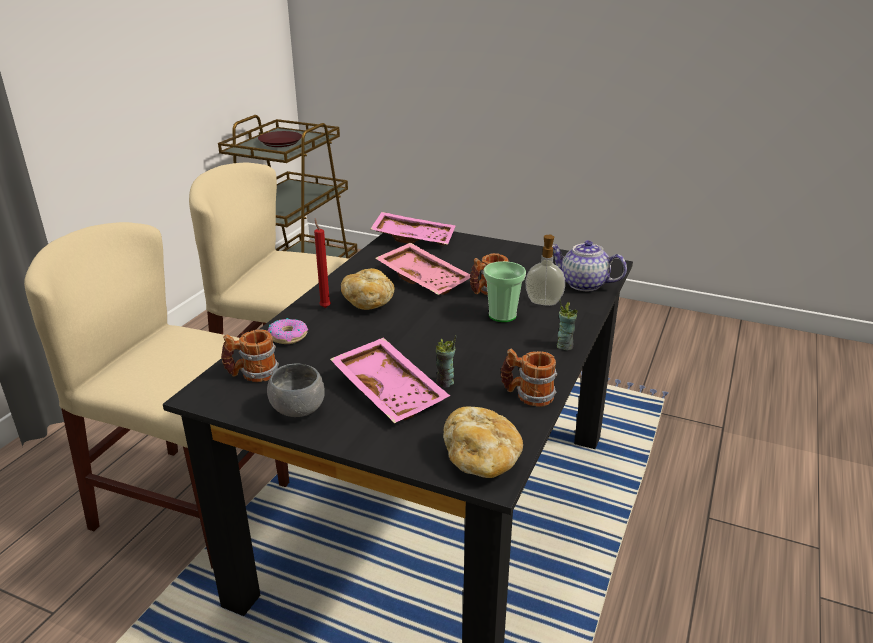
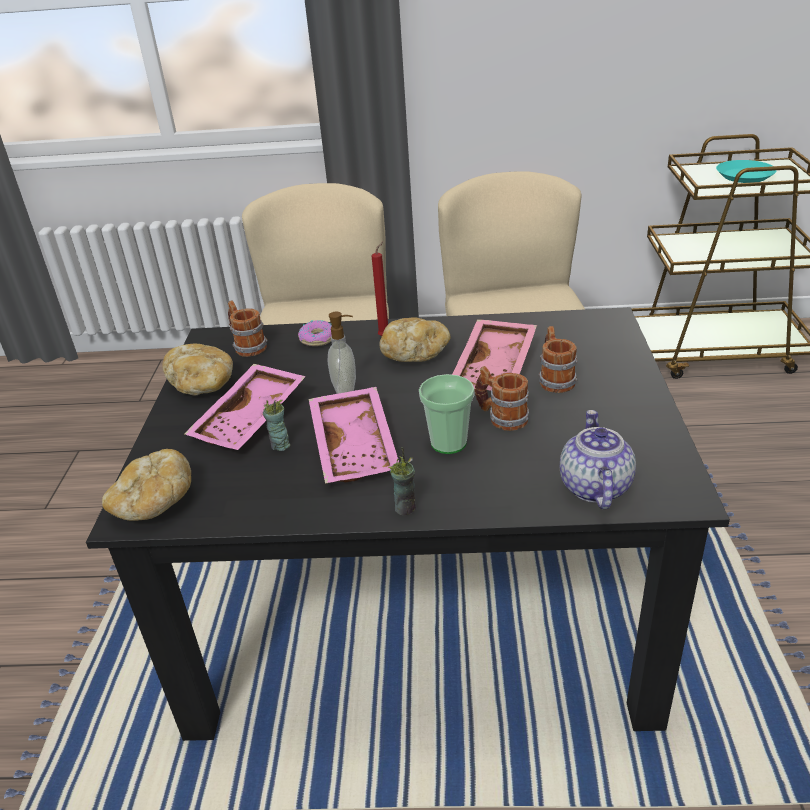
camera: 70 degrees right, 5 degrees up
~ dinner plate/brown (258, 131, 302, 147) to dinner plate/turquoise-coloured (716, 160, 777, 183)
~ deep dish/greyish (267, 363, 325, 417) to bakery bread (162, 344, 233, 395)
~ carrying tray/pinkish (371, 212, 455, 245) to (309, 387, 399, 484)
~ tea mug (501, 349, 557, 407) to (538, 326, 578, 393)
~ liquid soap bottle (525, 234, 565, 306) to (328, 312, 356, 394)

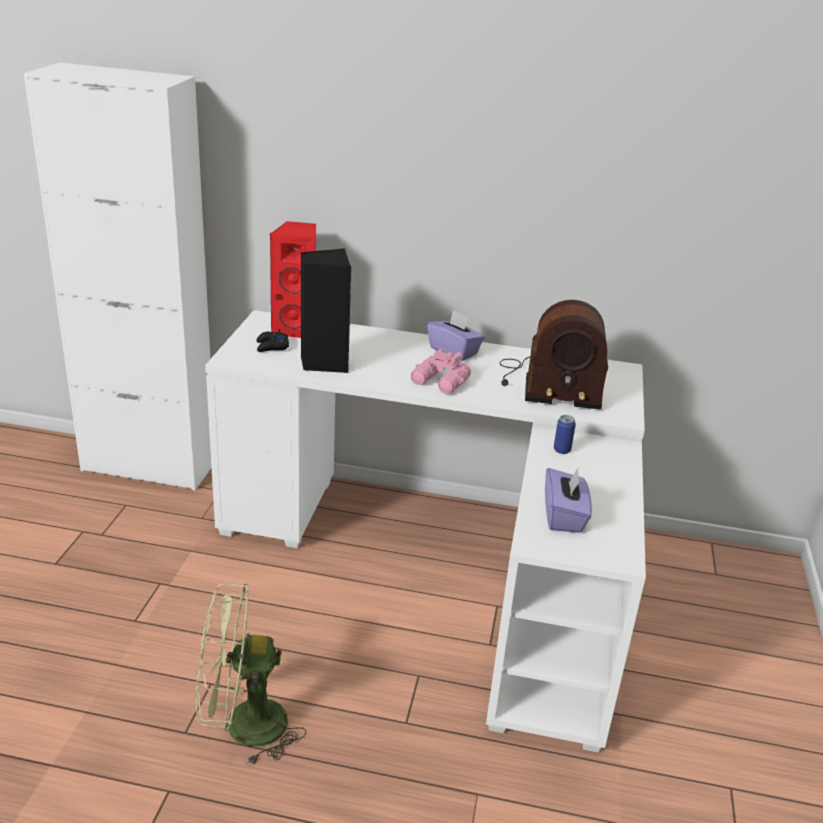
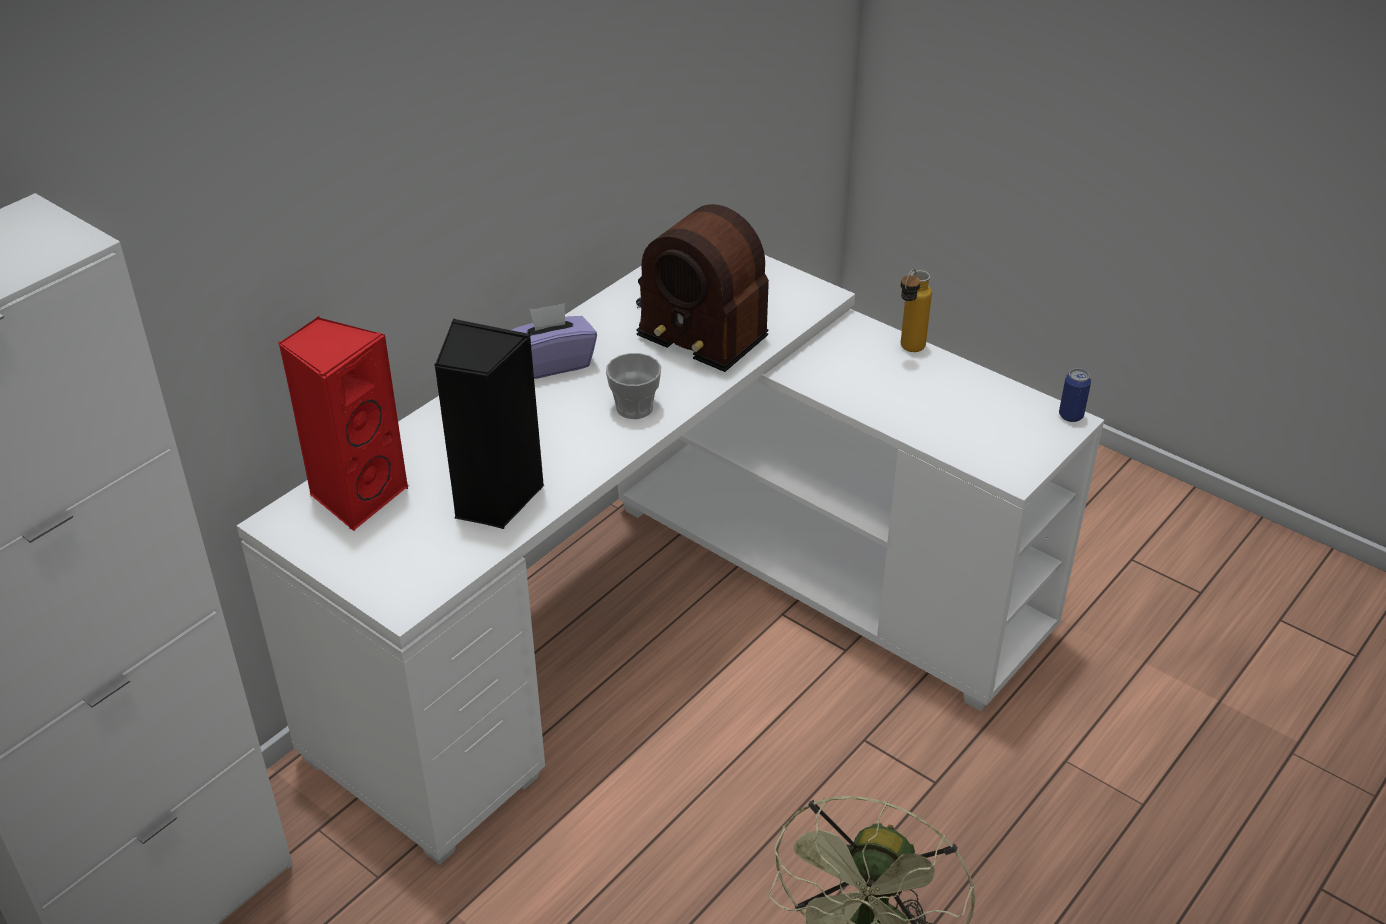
camera: 60 degrees left, 10 degrees up
- joypad/black (257, 329, 289, 352)
~ binoculars/pinkish (411, 349, 471, 394) to cup (606, 353, 661, 419)
~ radio (500, 300, 608, 410) = (636, 204, 769, 372) 90 degrees clockwise
- tissue holder/purple (545, 468, 592, 533)
~ can (554, 415, 576, 454) to (1059, 368, 1091, 422)
+ drink bottle (901, 269, 932, 352)

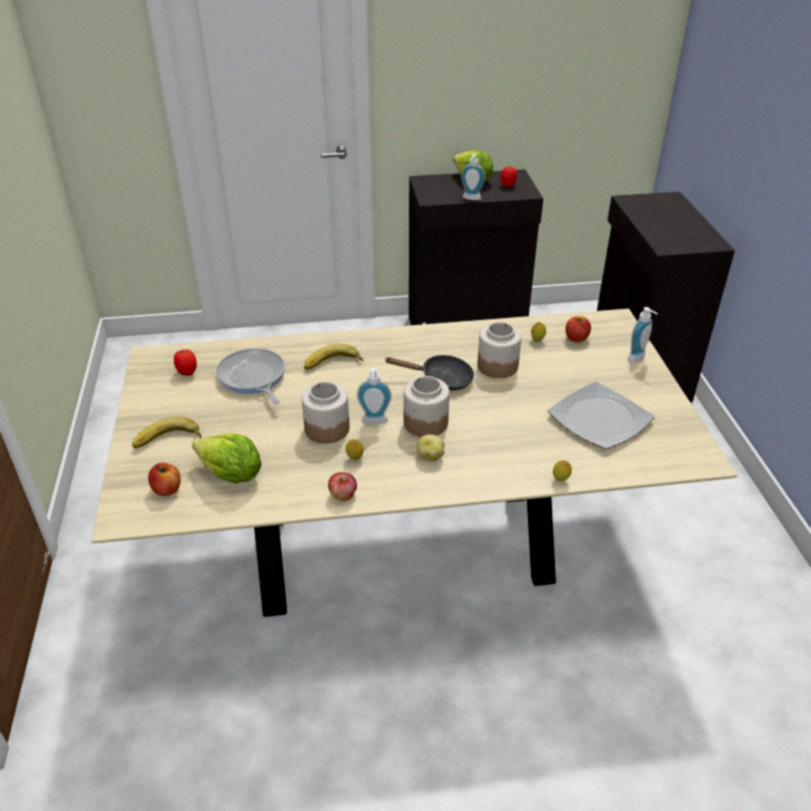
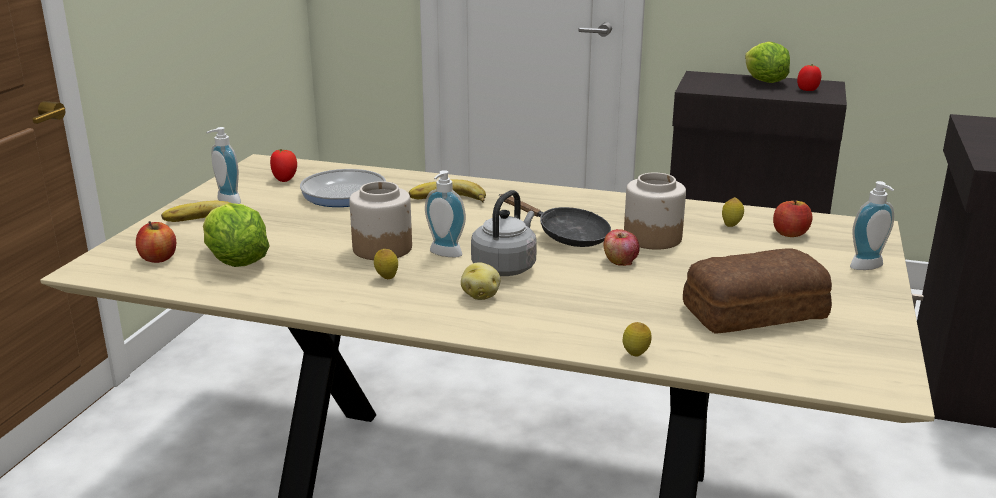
camera: 25 degrees right, 15 degrees down
~ frying pan (216, 348, 285, 404) = (300, 169, 386, 207) 45 degrees counterclockwise
~ whole apple (328, 472, 357, 501) to (603, 229, 640, 266)
~ jar (404, 376, 449, 437) to tea kettle/greyish (471, 190, 537, 276)
~ liquid soap bottle (461, 154, 485, 200) to (206, 127, 241, 204)
~ dinner plate (548, 381, 654, 449) to bakery bread (683, 249, 832, 334)

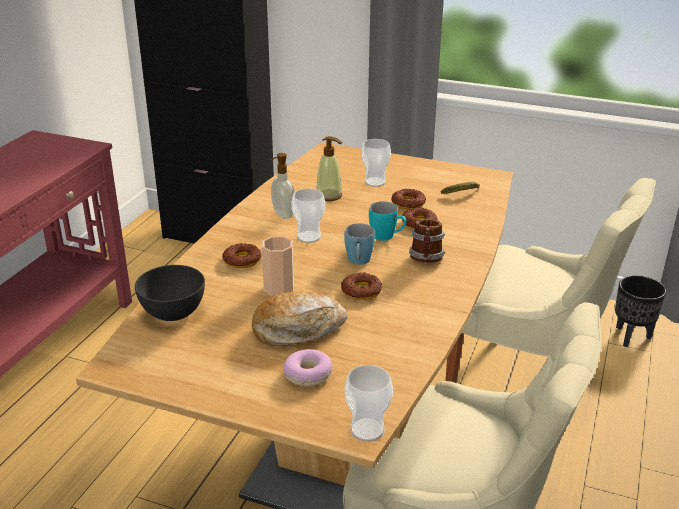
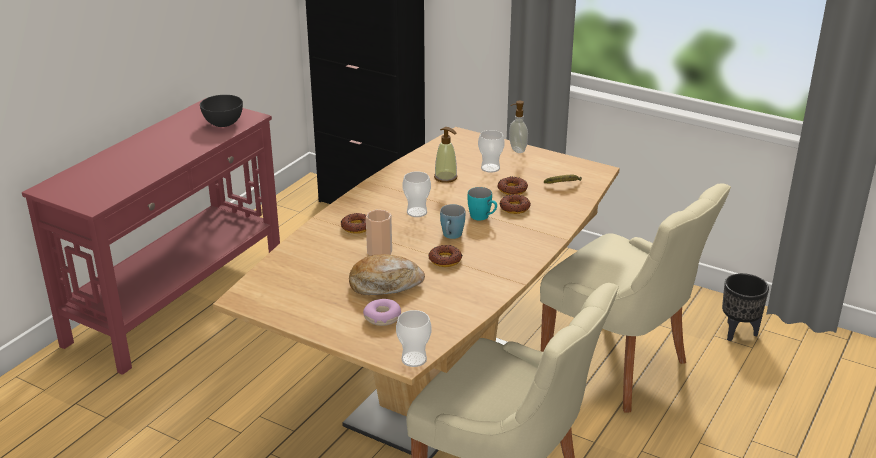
camera: 10 degrees right, 0 degrees up
~ deep dish/greyish (135, 265, 205, 321) to (200, 95, 243, 127)
~ liquid soap bottle (270, 153, 295, 219) to (509, 101, 528, 153)
- tea mug (409, 219, 445, 263)

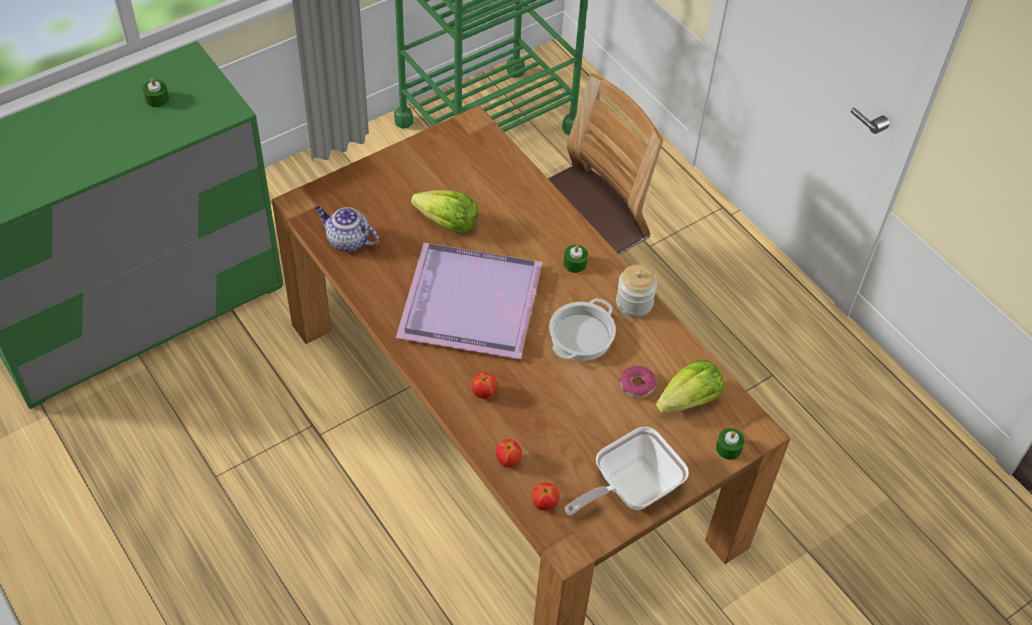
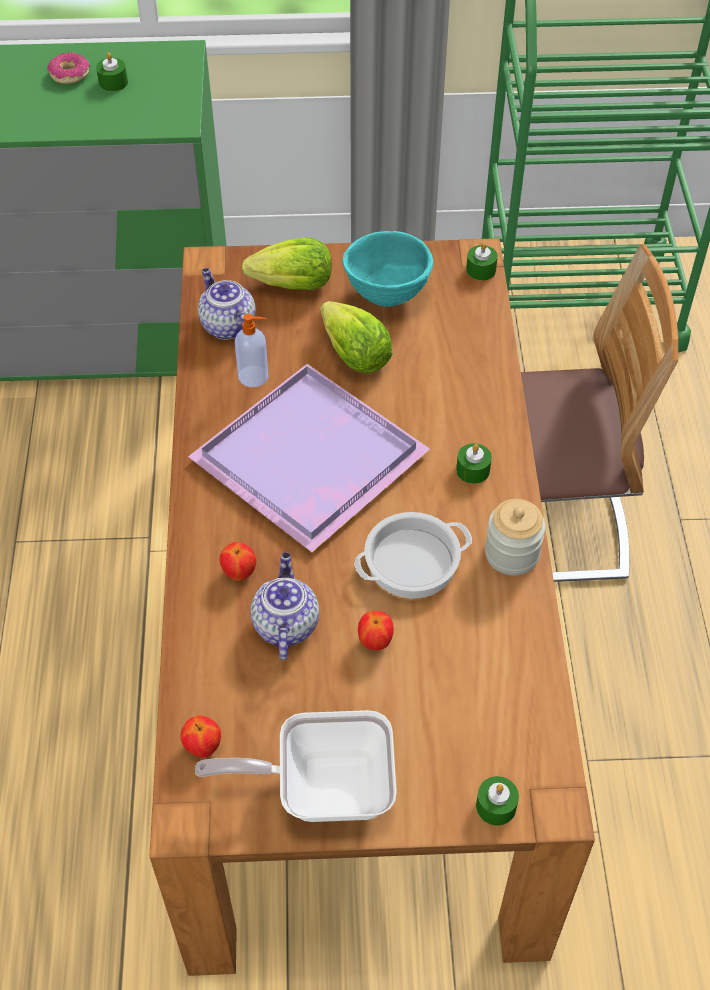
camera: 35 degrees right, 0 degrees up
~ whole apple (496, 439, 522, 468) to (358, 611, 394, 650)
~ doughnut (619, 366, 656, 398) to (47, 52, 90, 84)
~ head of lettuce (656, 360, 723, 413) to (242, 238, 332, 290)
+ liquid soap bottle (235, 314, 268, 387)
+ teapot (250, 552, 319, 660)
+ deep dish/turquoise-coloured (342, 231, 433, 307)
+ candle/green-coloured (466, 243, 498, 280)

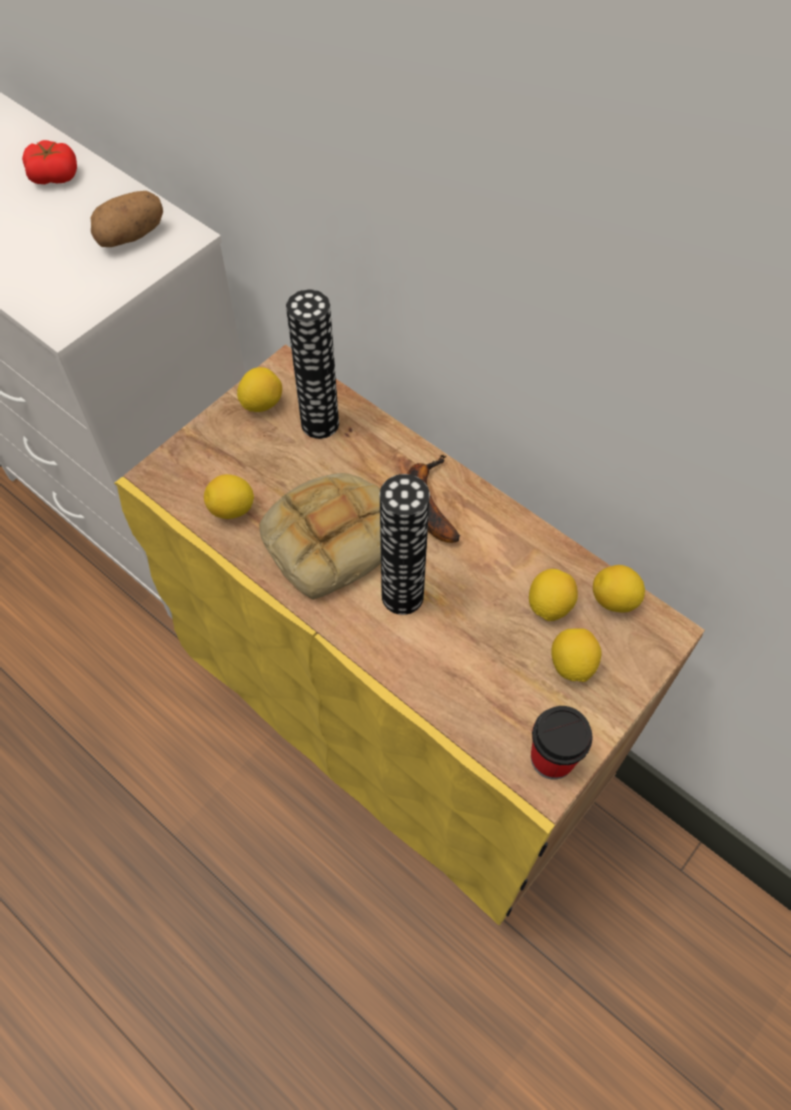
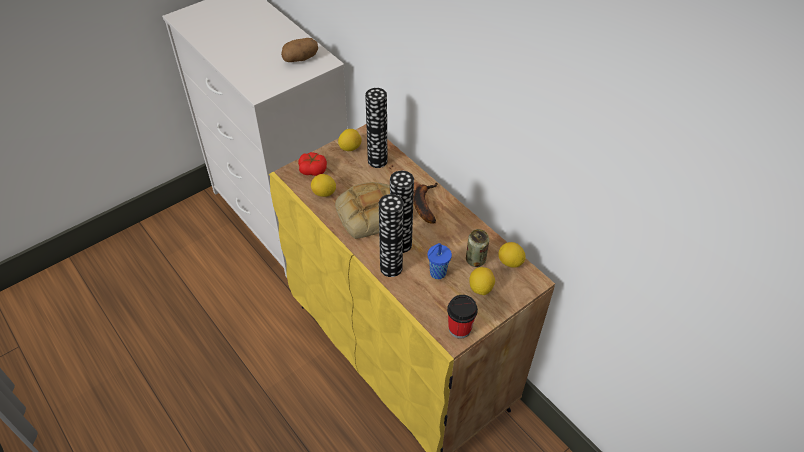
camera: 10 degrees right, 10 degrees down
~ tomato (22, 140, 77, 184) to (298, 152, 327, 176)
~ whole lemon (529, 569, 578, 621) to can (466, 229, 489, 267)
+ decorative vase (379, 194, 404, 277)
+ cup/blue (428, 243, 452, 279)

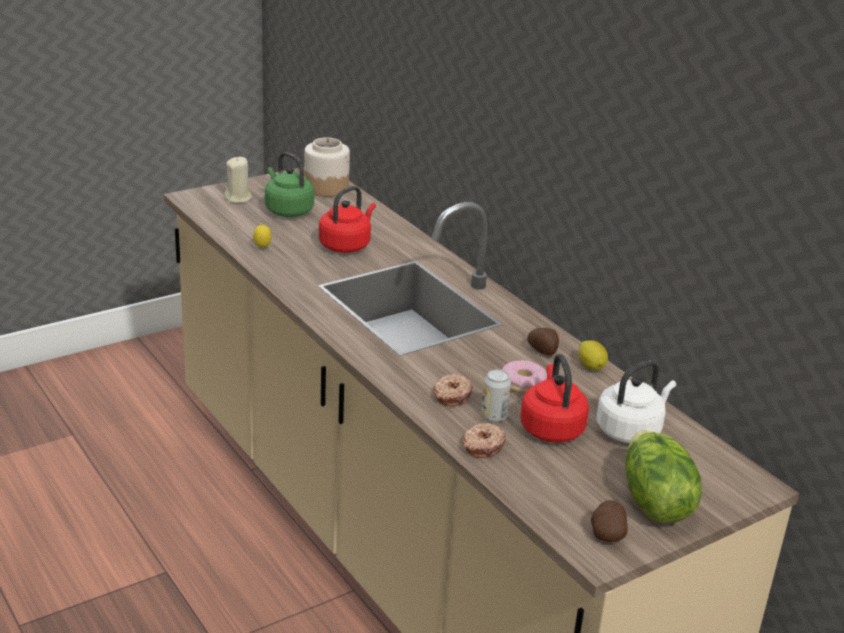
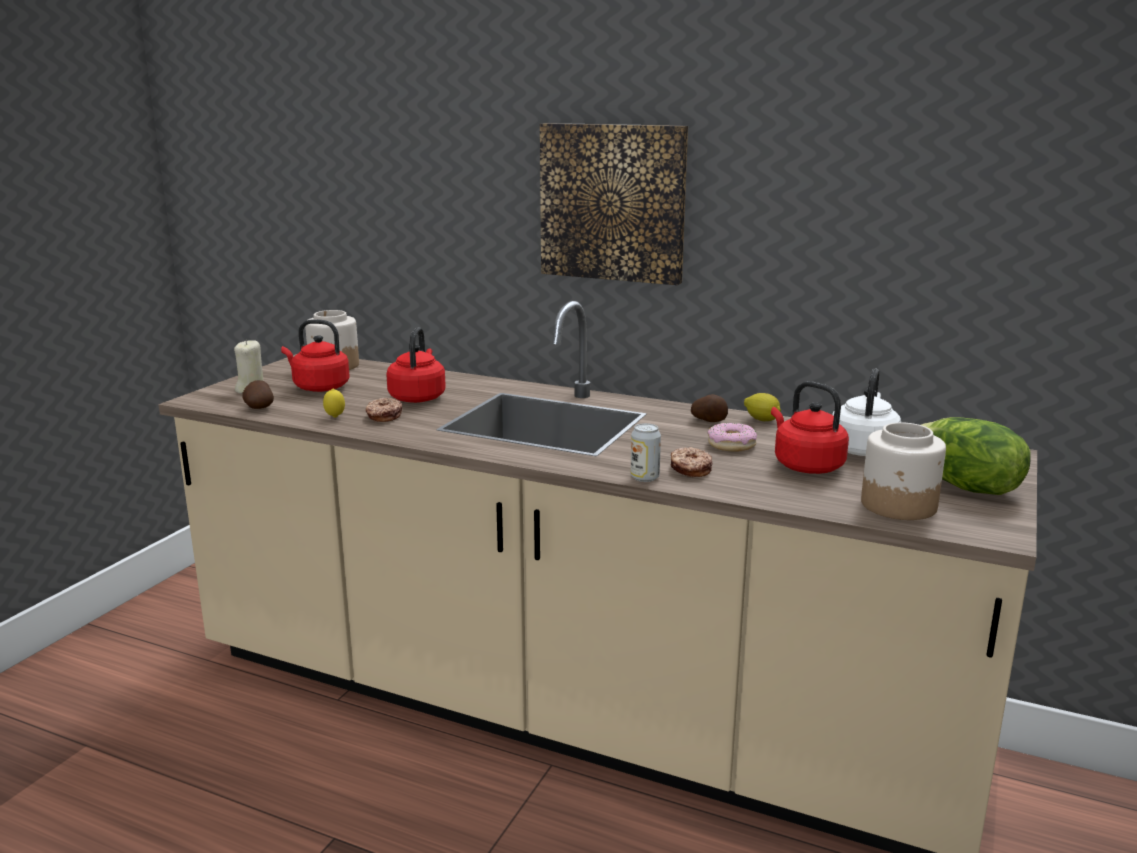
camera: 30 degrees left, 10 degrees down
~ tea kettle/green-coloured (265, 152, 314, 217) to tea kettle/red (281, 319, 349, 392)
~ doughnut (462, 423, 506, 458) to (365, 398, 402, 422)
~ can (481, 369, 511, 422) to (631, 423, 661, 482)
~ whole potato (591, 500, 628, 542) to (242, 380, 274, 409)
+ wall art (540, 123, 688, 285)
+ jar (861, 422, 946, 520)

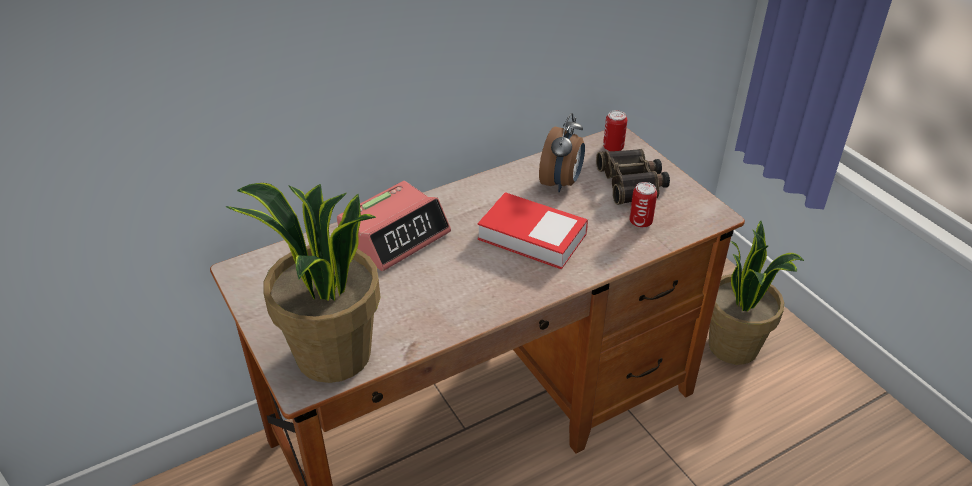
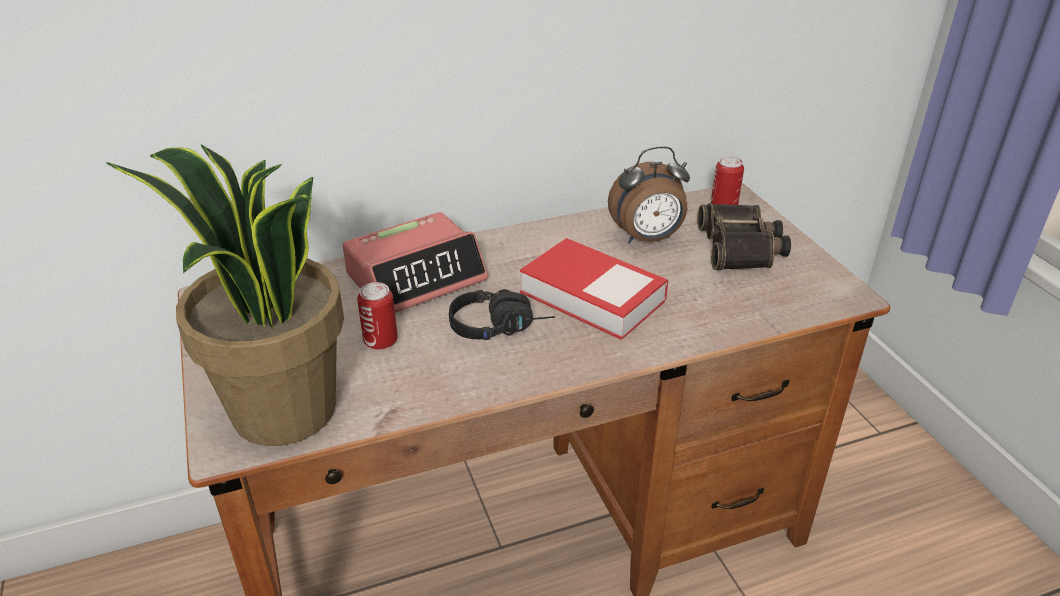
camera: 10 degrees right, 5 degrees down
~ bedside clock (539, 113, 585, 192) = (608, 146, 690, 243) 45 degrees clockwise
~ can (629, 182, 657, 228) to (357, 282, 398, 350)
- potted plant (709, 221, 804, 364)
+ pair of headphones/black (449, 289, 555, 340)

